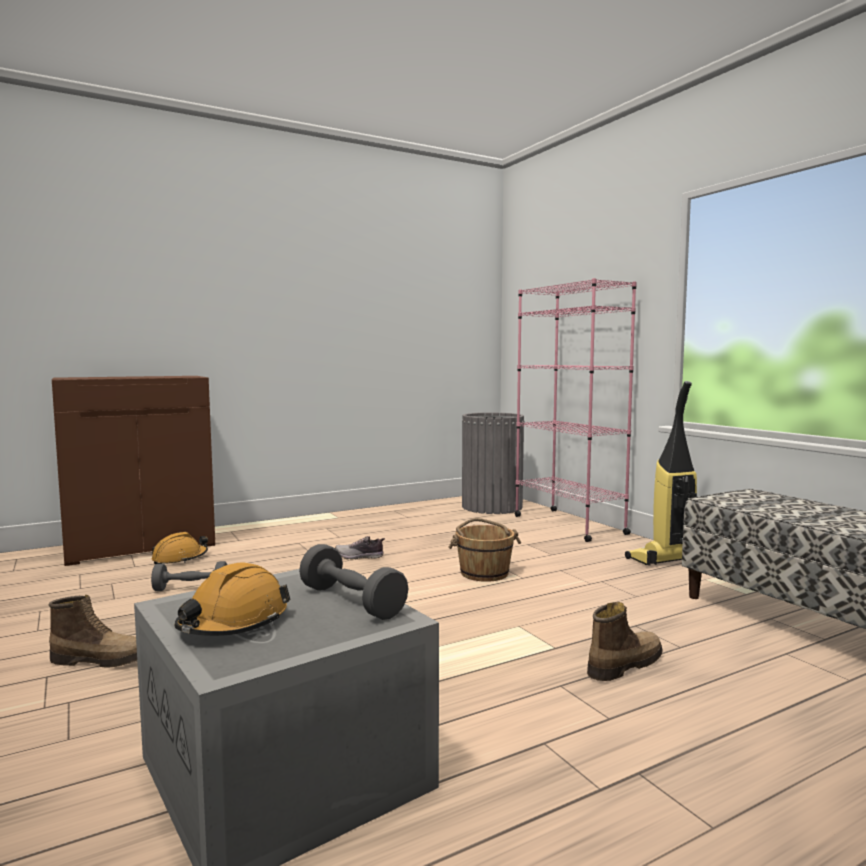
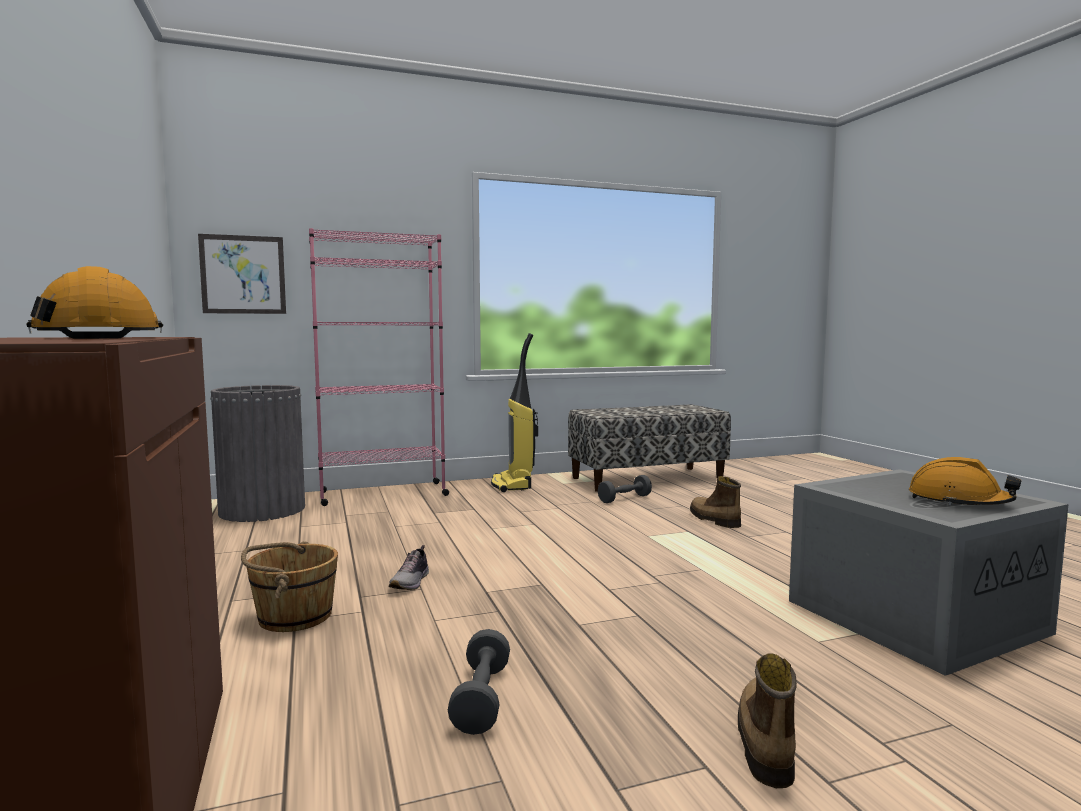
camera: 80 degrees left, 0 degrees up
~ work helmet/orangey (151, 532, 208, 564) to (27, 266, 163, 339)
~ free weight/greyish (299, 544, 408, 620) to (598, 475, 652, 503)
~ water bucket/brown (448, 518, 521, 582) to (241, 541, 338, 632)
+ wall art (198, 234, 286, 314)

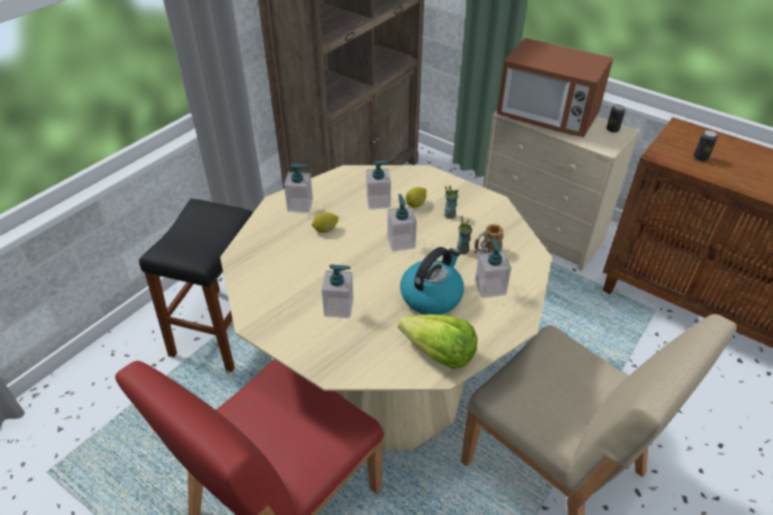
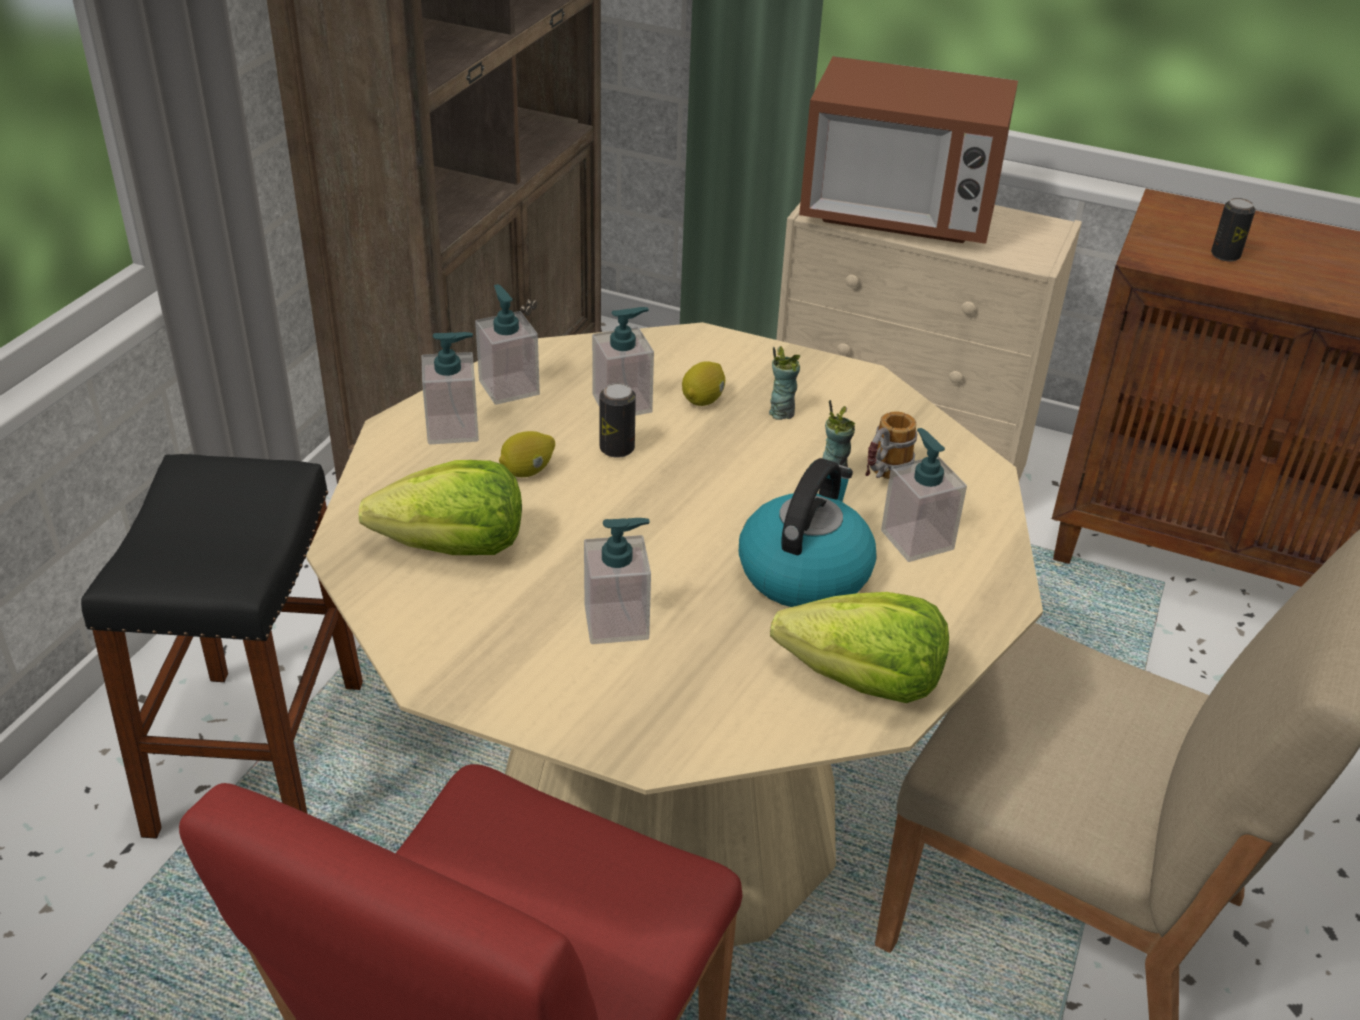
camera: 15 degrees left, 5 degrees down
~ liquid soap bottle (388, 194, 417, 252) to (475, 284, 540, 405)
~ can (606, 105, 625, 133) to (600, 383, 636, 458)
+ head of lettuce (359, 460, 522, 555)

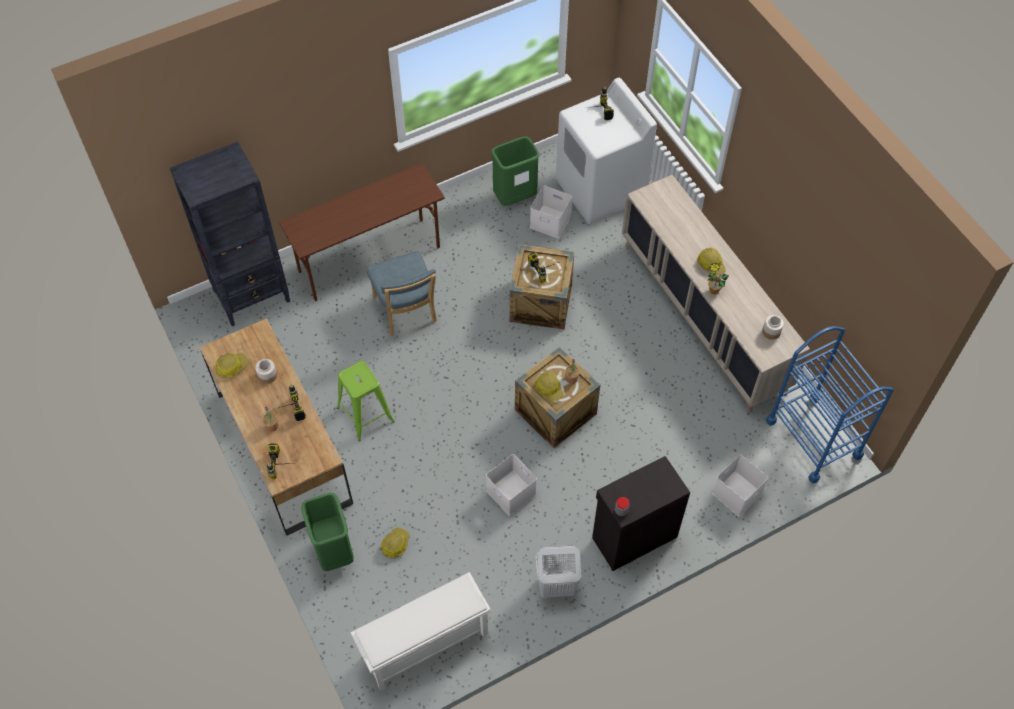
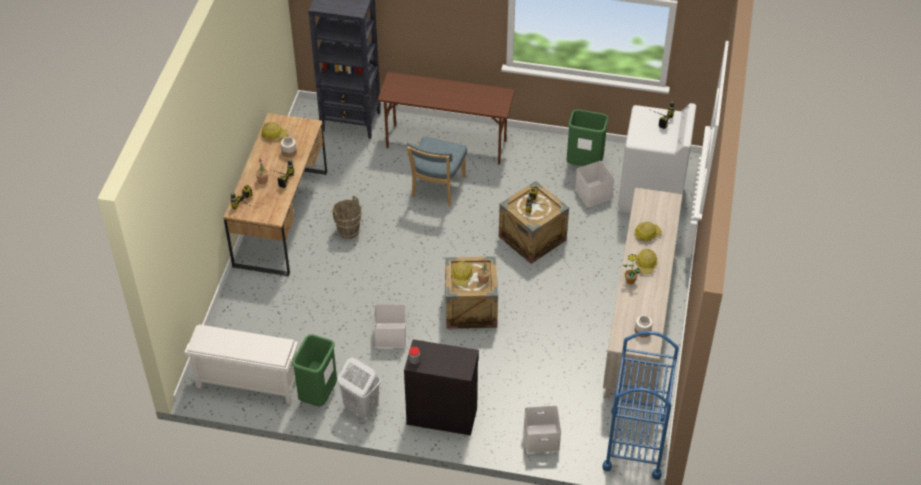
camera: 40 degrees right, 10 degrees down
~ rubbish bin/green-coloured (301, 493, 354, 571) to (292, 334, 337, 407)
~ stool/green-coloured (337, 361, 395, 441) to water bucket/brown (332, 196, 362, 239)
~ work helmet (381, 527, 410, 558) to (634, 222, 662, 242)

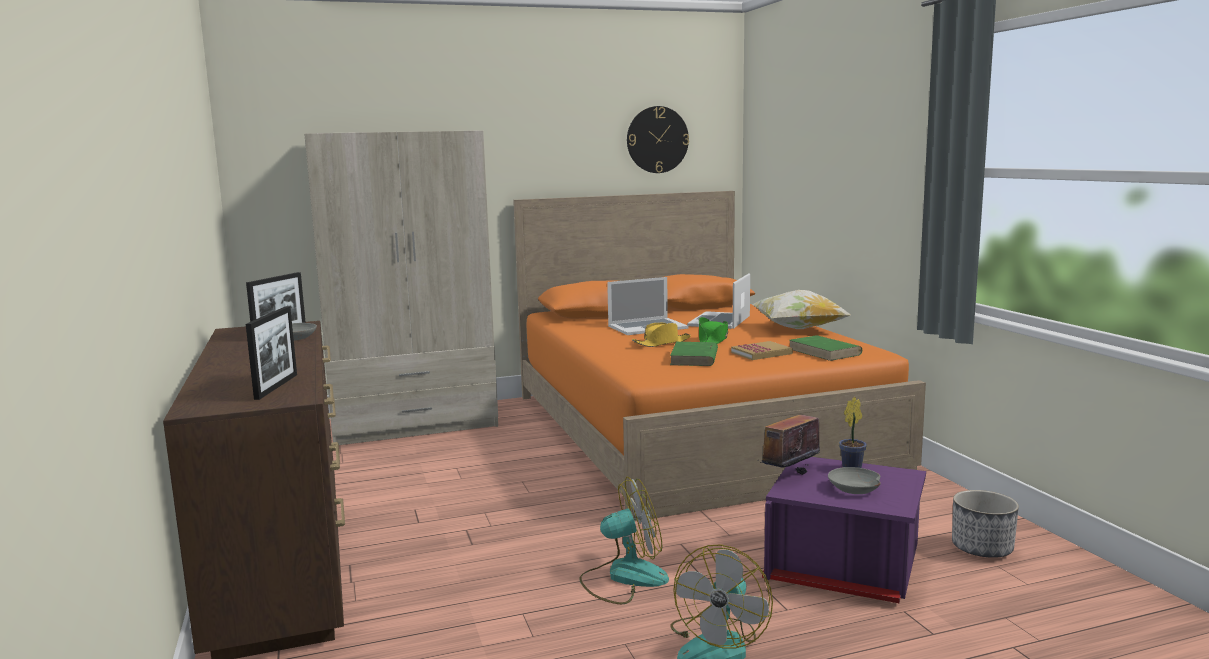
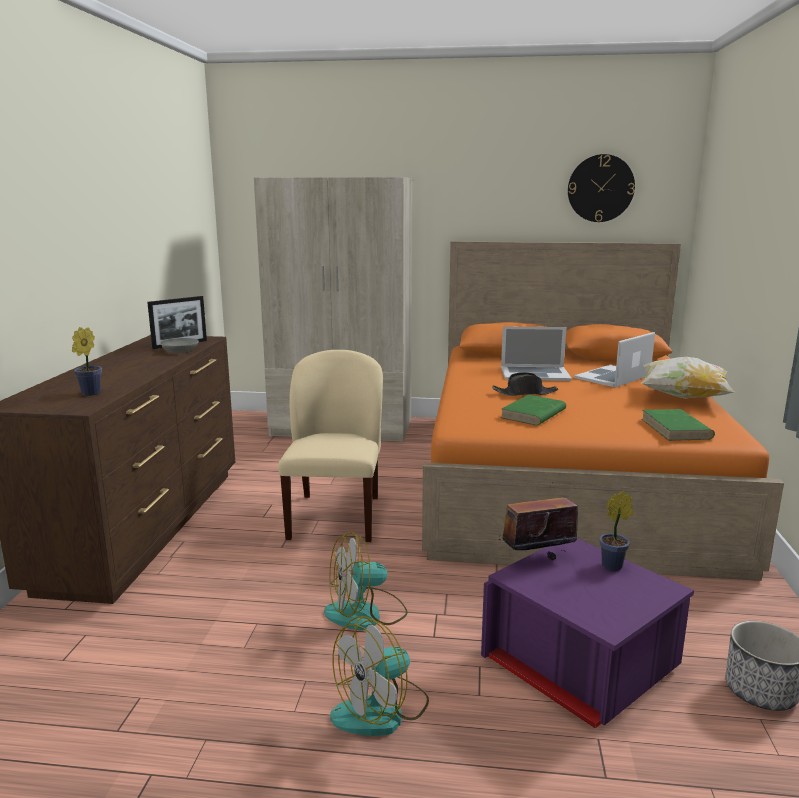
camera: 25 degrees right, 5 degrees up
~ picture frame (246, 306, 297, 400) to potted plant (72, 327, 102, 396)
~ electric fan (580, 477, 669, 604) = (324, 532, 408, 630) 150 degrees clockwise
~ clothing hat/yellow-coloured (632, 322, 691, 347) to clothing hat/black (492, 372, 558, 396)
- clothing hat/green-coloured (699, 317, 728, 344)
- book (731, 341, 793, 360)
- deep dish/greyish (828, 467, 881, 494)
+ upright chair/sand-coloured (278, 350, 383, 542)

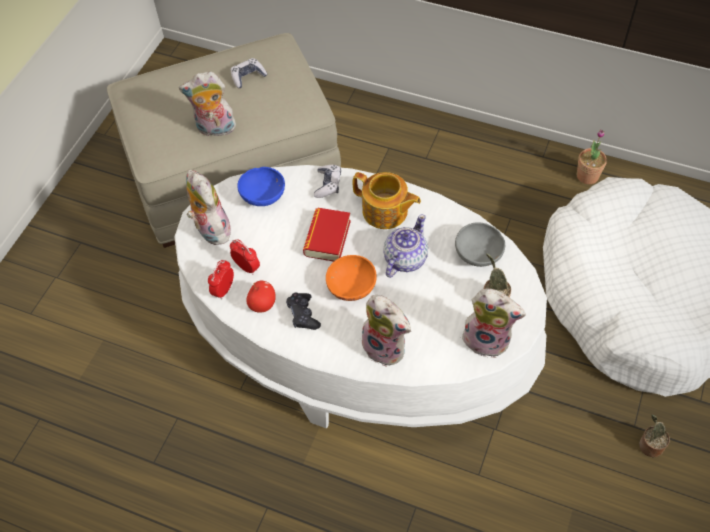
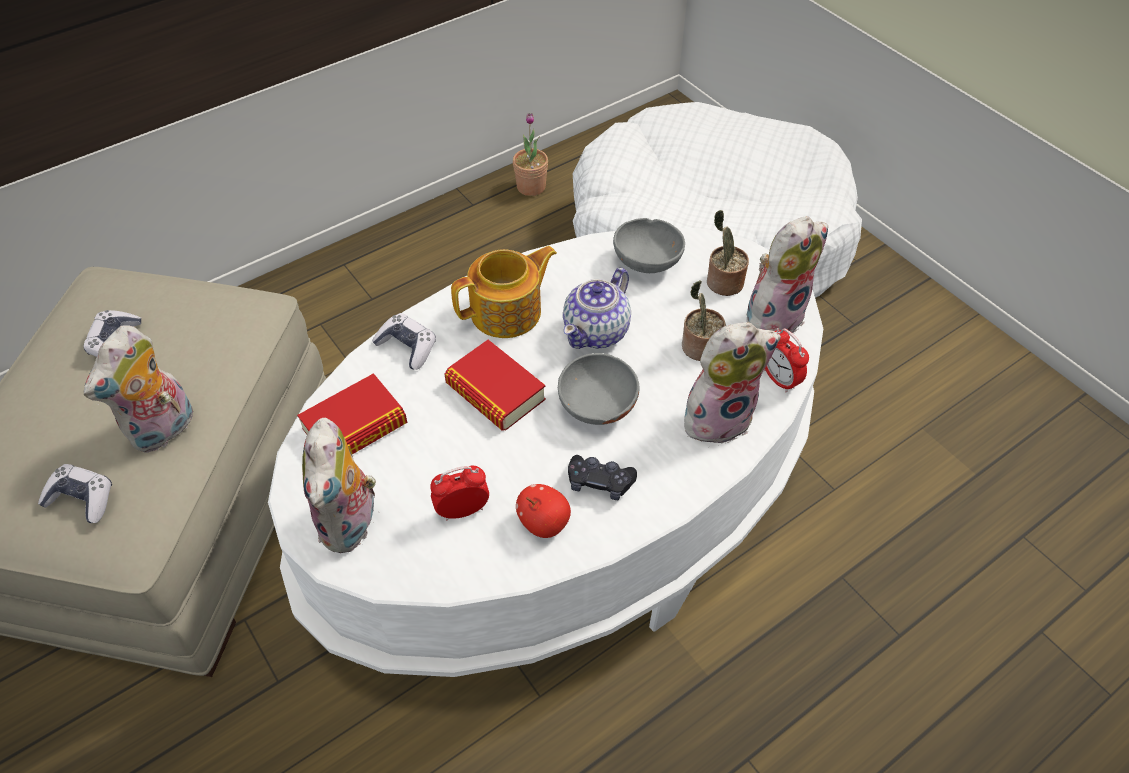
camera: 60 degrees left, 5 degrees down
~ plush toy (186, 169, 231, 245) = (302, 418, 376, 553) 90 degrees counterclockwise
~ bedside clock (208, 260, 234, 299) to (764, 328, 809, 393)
~ deep dish/blue (237, 167, 285, 206) to book (297, 373, 408, 454)
~ deep dish/orangey (326, 255, 377, 301) to deep dish/greyish (558, 353, 639, 425)
~ teapot (383, 214, 428, 278) = (563, 268, 631, 349) 120 degrees counterclockwise
~ potted plant (639, 414, 670, 457) to (682, 280, 726, 361)
+ joypad (38, 464, 112, 523)

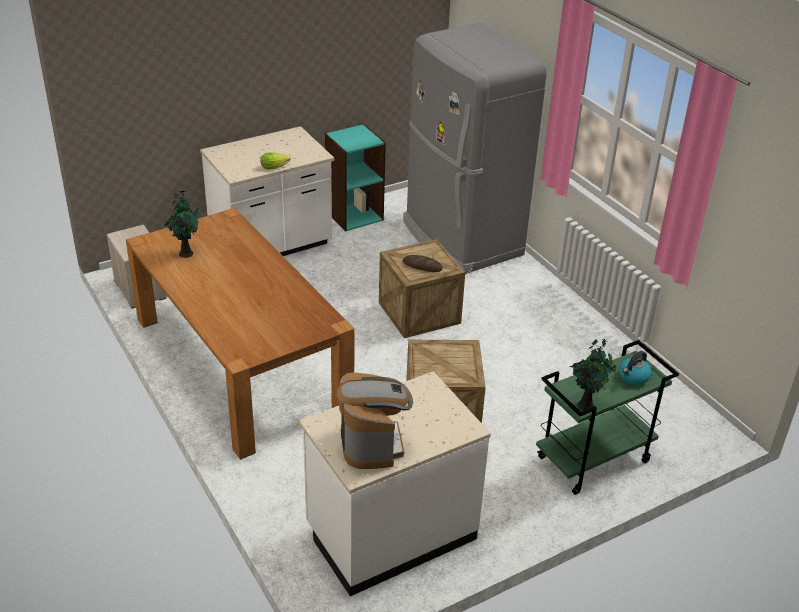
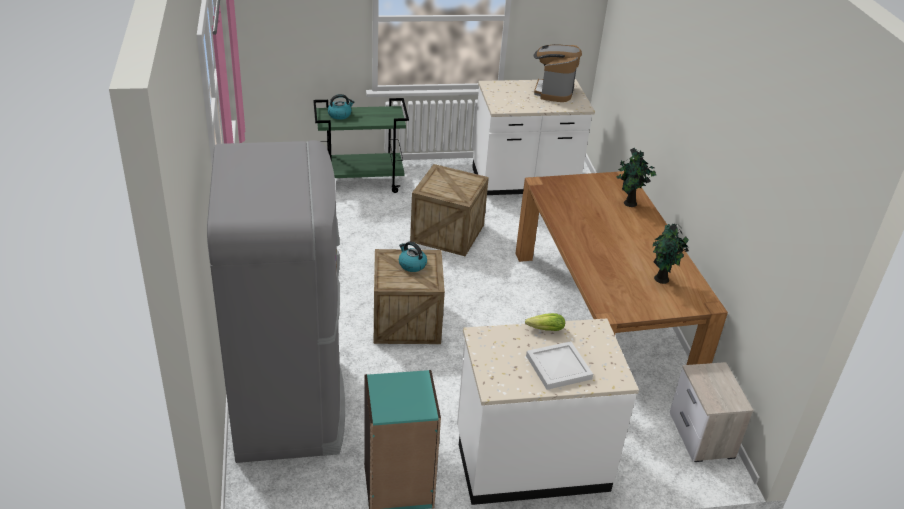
camera: 160 degrees left, 0 degrees up
~ bakery bread (403, 255, 443, 272) to tea kettle (399, 241, 427, 272)
~ potted plant (569, 339, 617, 410) to (616, 147, 656, 207)
+ carrying tray/whitish (526, 341, 593, 390)

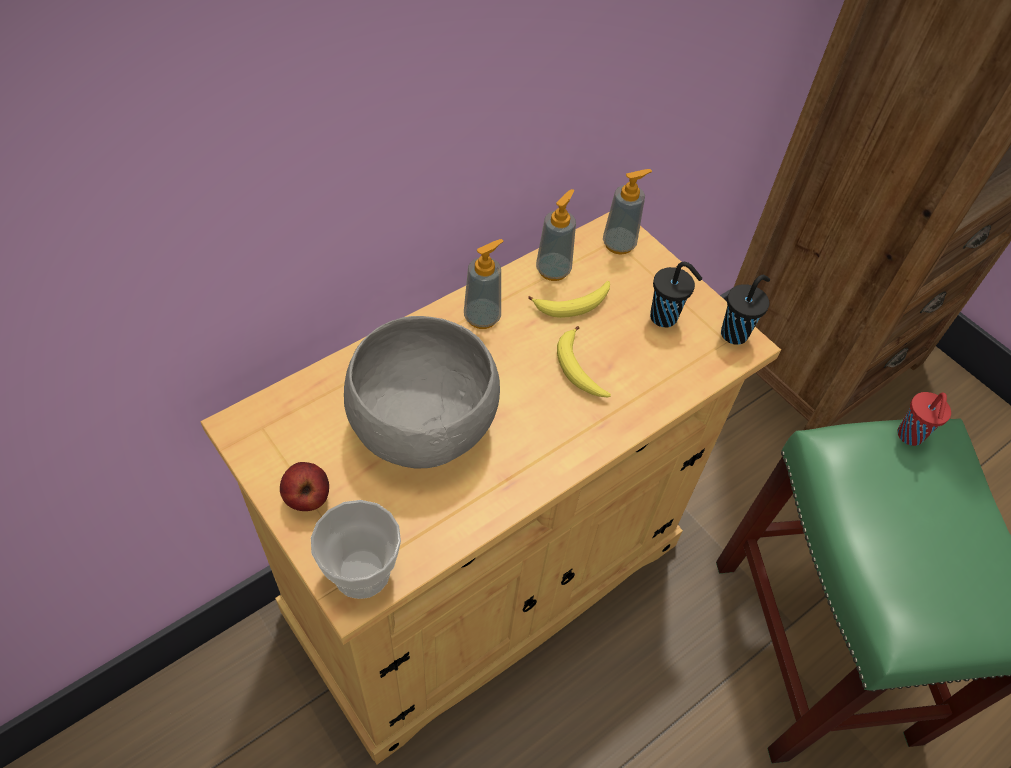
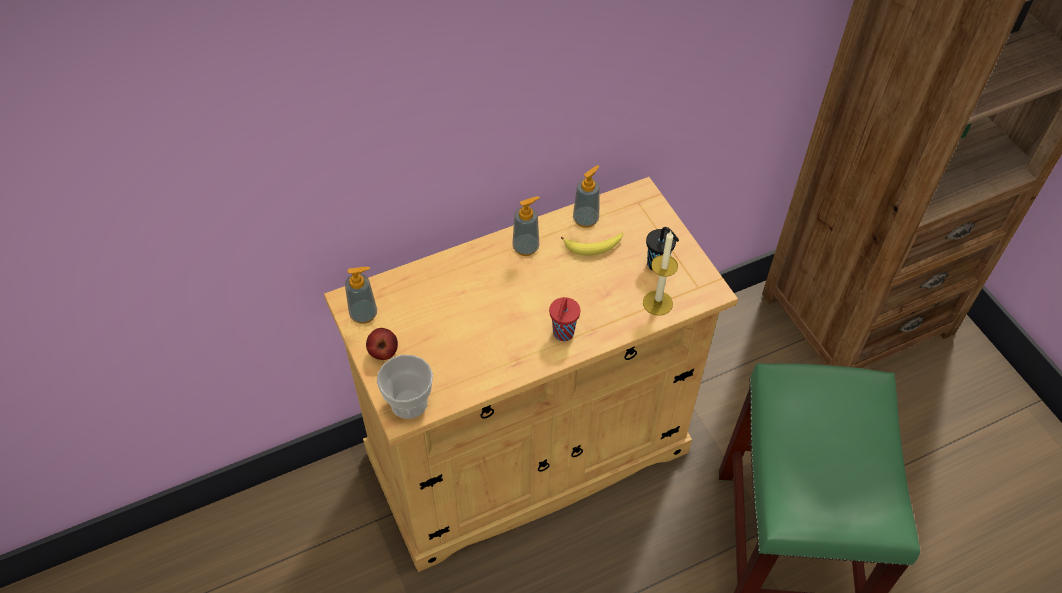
camera: 15 degrees right, 0 degrees up
- deep dish/greyish (344, 316, 500, 468)
- banana (557, 326, 611, 397)
~ liquid soap bottle (603, 169, 652, 255) to (345, 267, 377, 324)
- cup/black (721, 275, 770, 345)
~ cup/red (897, 392, 951, 446) to (549, 297, 580, 341)
+ candle (643, 231, 678, 316)

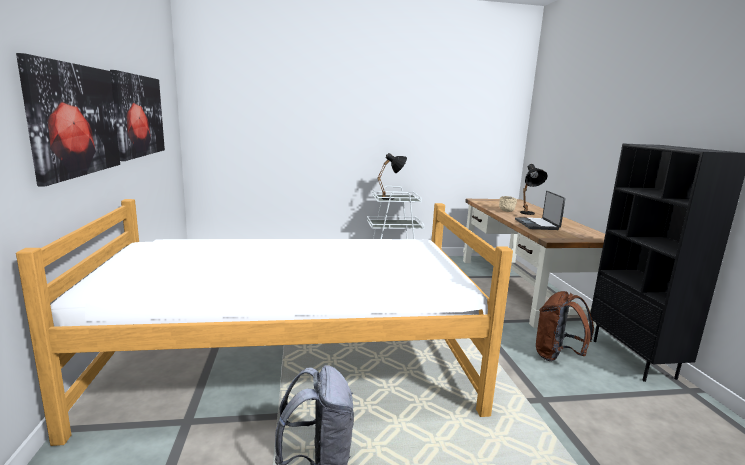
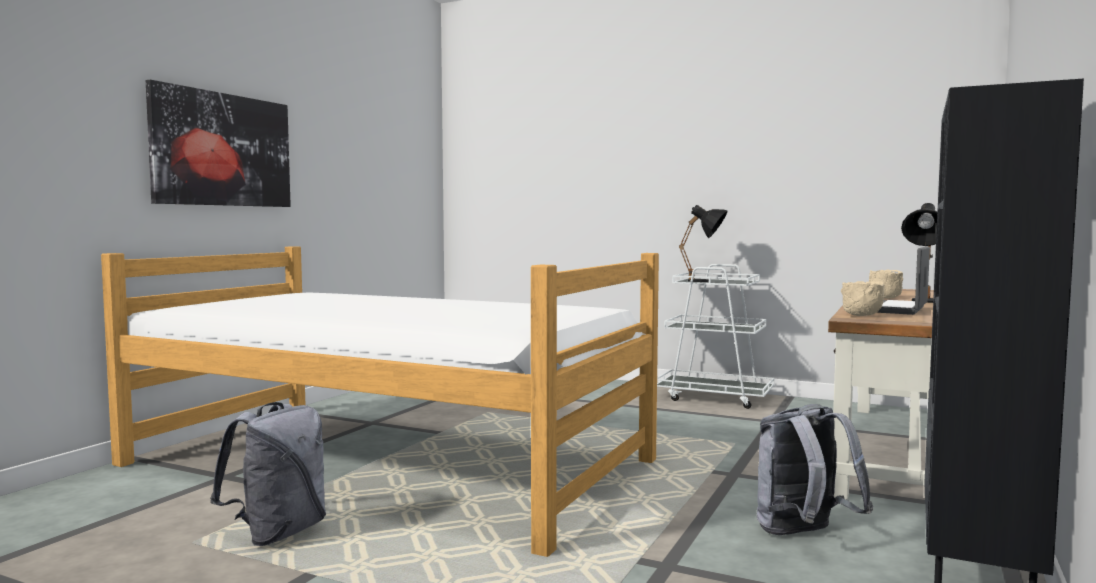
camera: 35 degrees right, 10 degrees down
- wall art (110, 70, 165, 161)
~ rucksack/brown (536, 291, 594, 361) to rucksack/greyish (757, 404, 874, 535)
+ deep dish/sand-coloured (841, 281, 884, 316)

